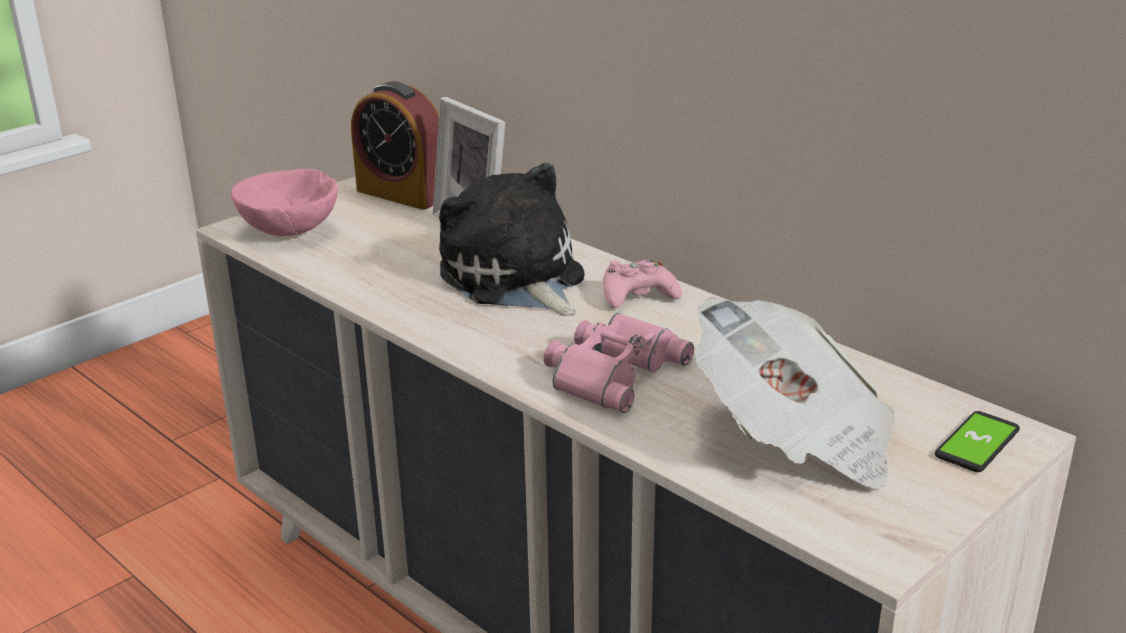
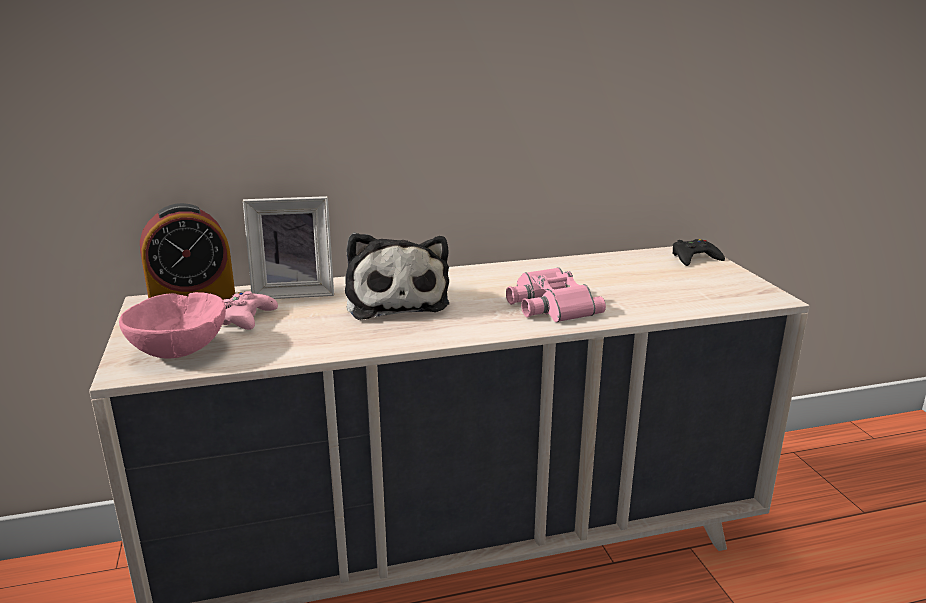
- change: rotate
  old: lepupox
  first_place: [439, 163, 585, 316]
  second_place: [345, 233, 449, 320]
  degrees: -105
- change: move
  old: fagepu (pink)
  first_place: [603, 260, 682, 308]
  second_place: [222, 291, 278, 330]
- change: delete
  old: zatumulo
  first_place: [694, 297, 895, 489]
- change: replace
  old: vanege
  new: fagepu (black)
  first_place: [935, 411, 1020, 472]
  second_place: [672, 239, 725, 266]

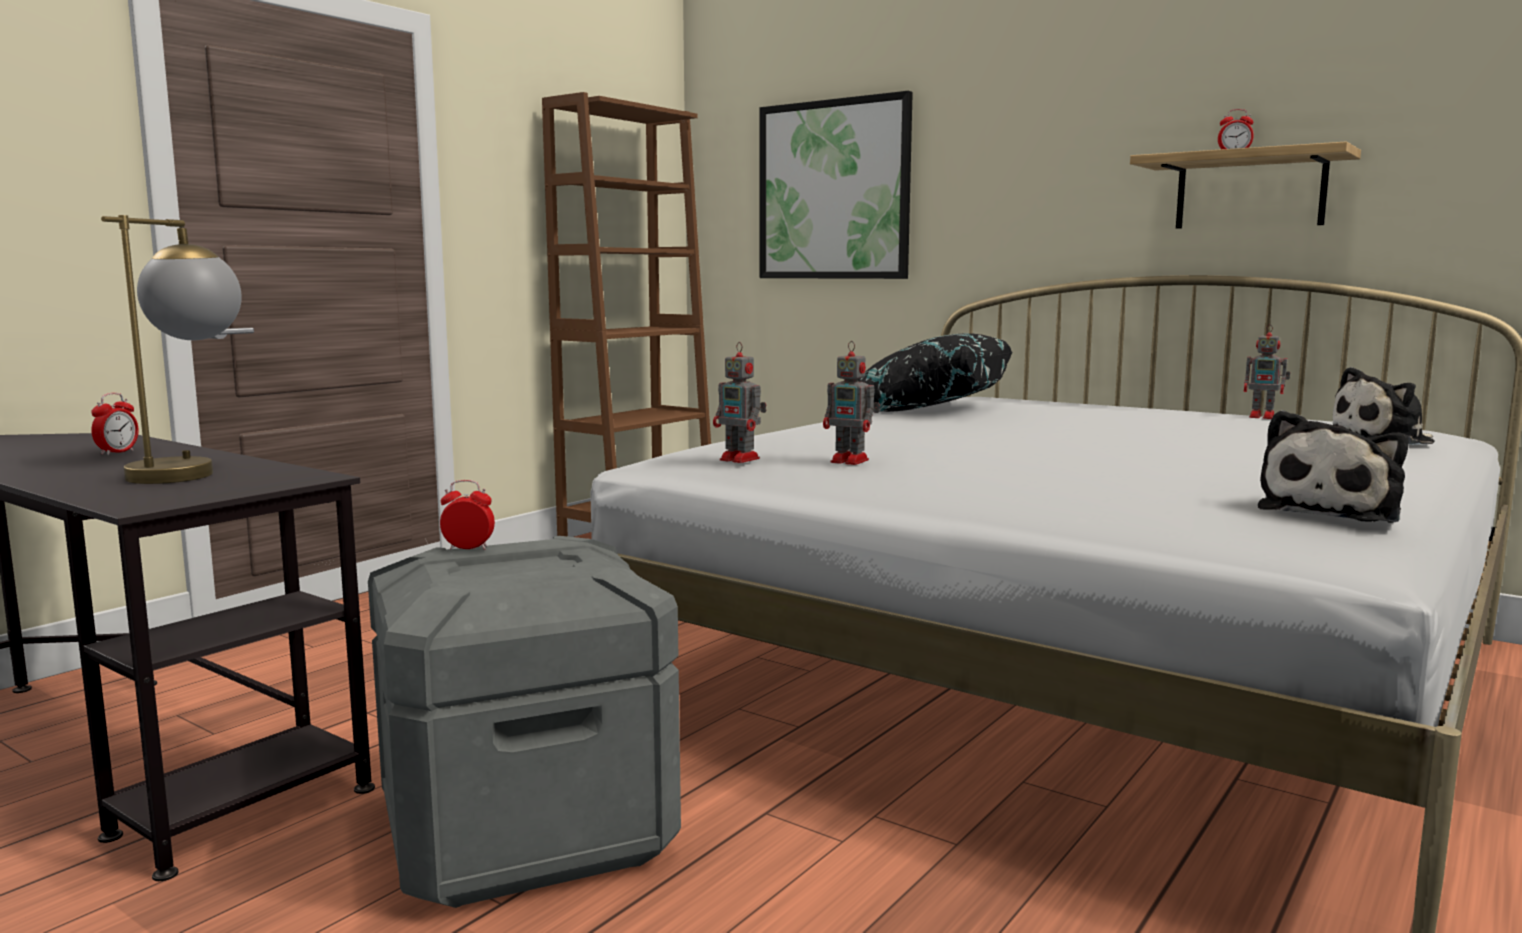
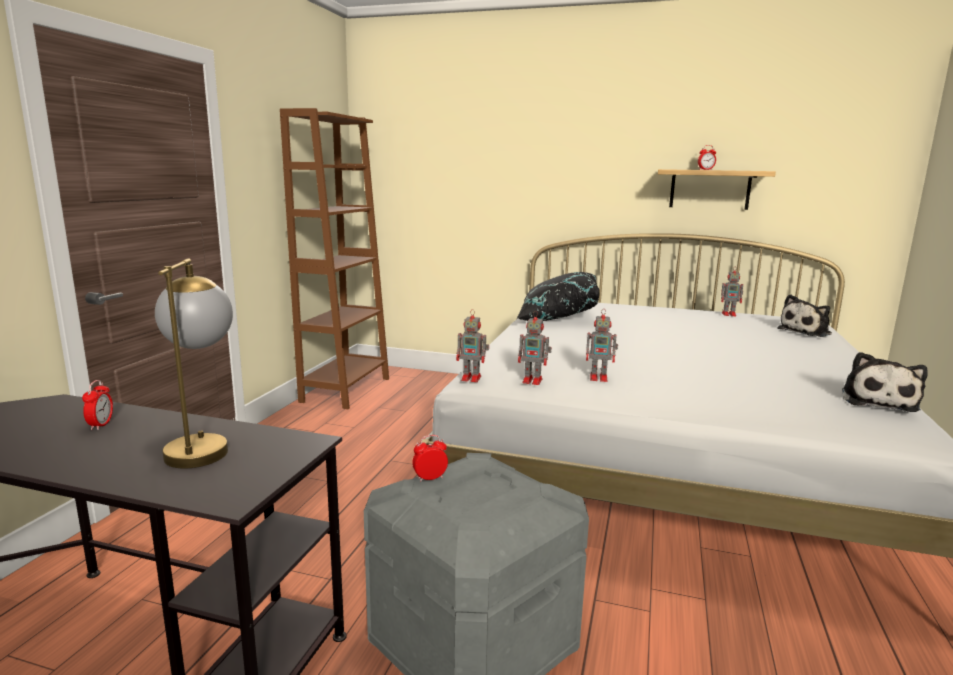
- change: delete
  old: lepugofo
  first_place: [760, 91, 913, 279]
- change: insert
  new: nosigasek
  second_place: [456, 309, 489, 382]

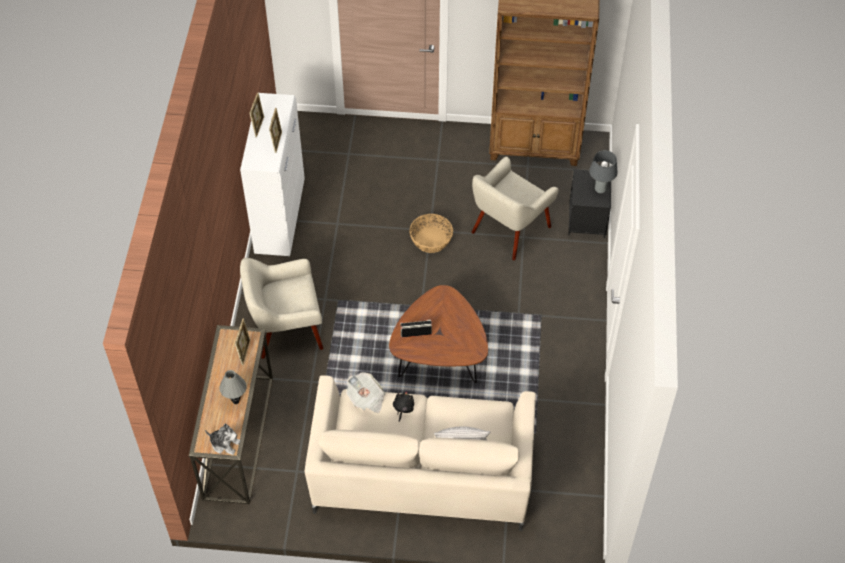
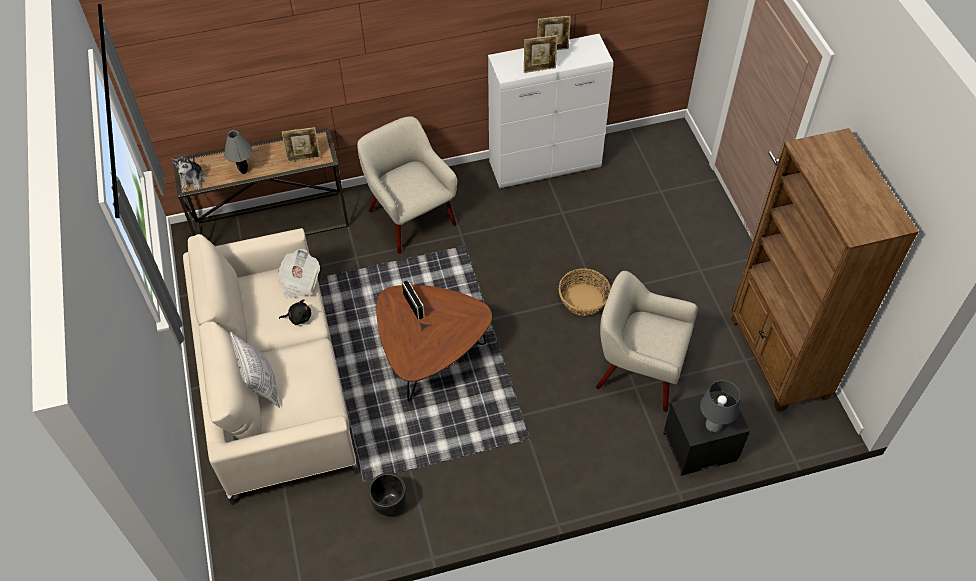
- change: insert
  new: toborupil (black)
  second_place: [368, 473, 406, 516]

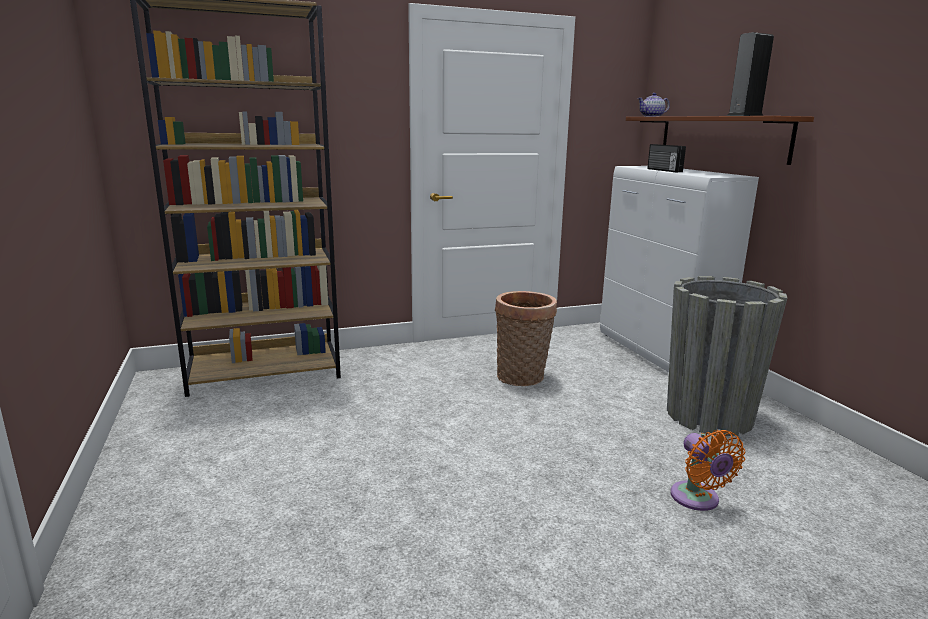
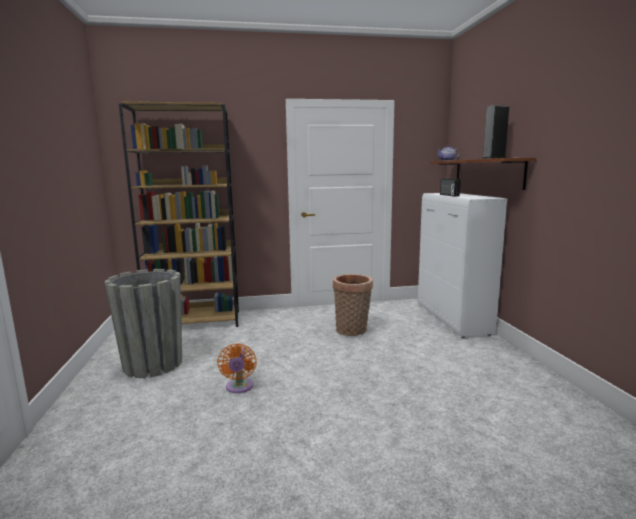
- change: move
  old: toborupil (grey)
  first_place: [667, 276, 787, 436]
  second_place: [105, 269, 182, 378]
- change: move
  old: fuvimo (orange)
  first_place: [670, 430, 745, 511]
  second_place: [217, 344, 257, 393]

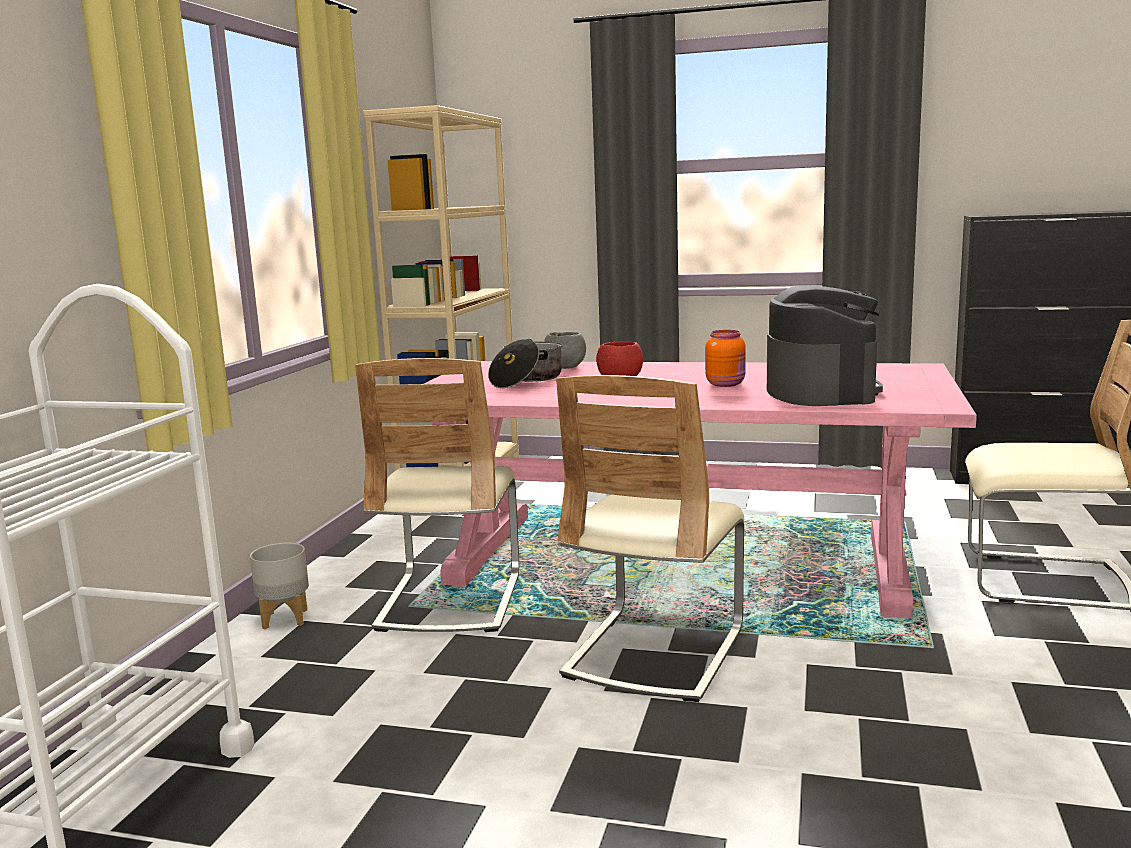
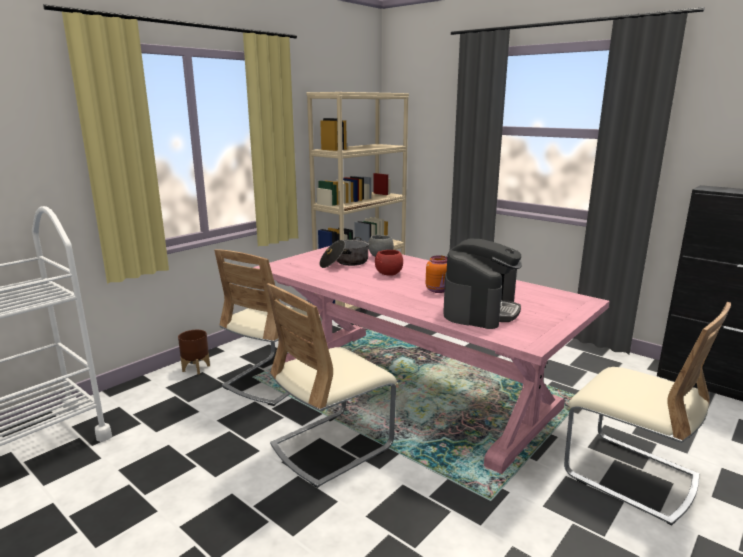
- change: recolor
  old: toborupil (grey)
  new: toborupil (brown)
  first_place: [250, 543, 309, 629]
  second_place: [178, 330, 210, 374]

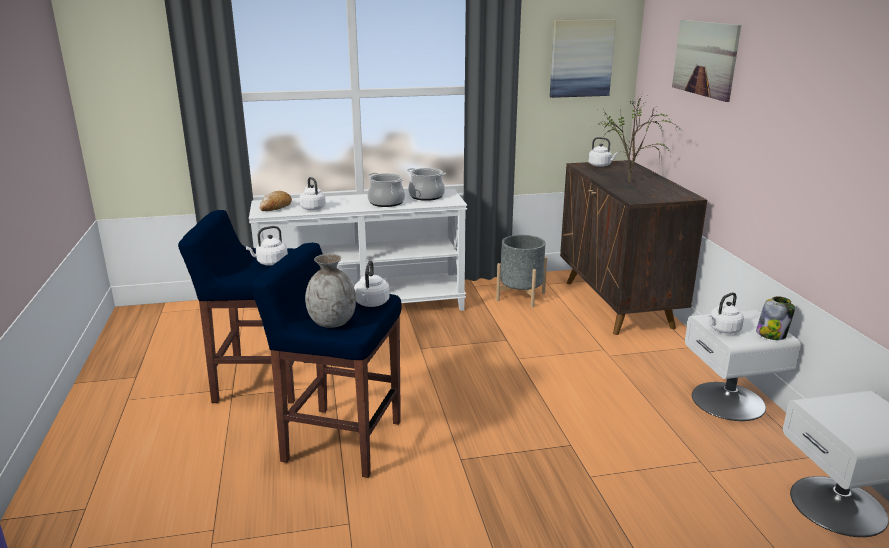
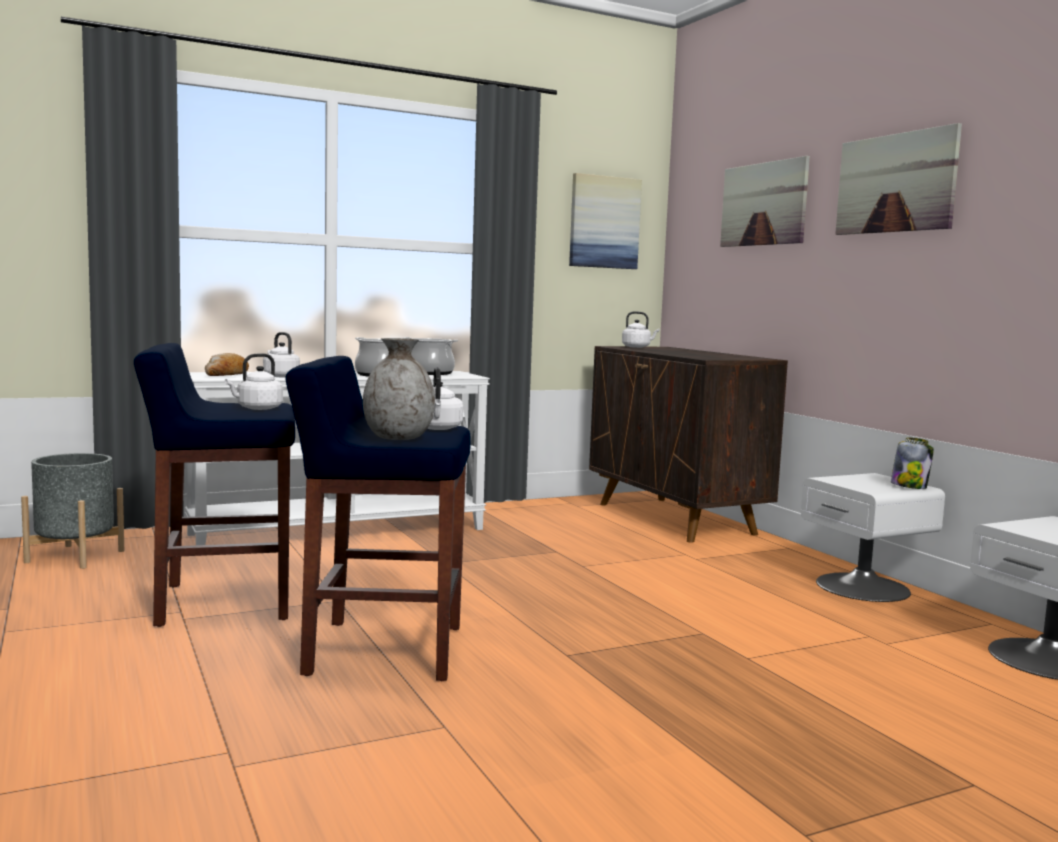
- change: delete
  old: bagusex
  first_place: [596, 95, 681, 182]
- change: move
  old: toborupil (grey)
  first_place: [496, 235, 547, 308]
  second_place: [21, 453, 124, 569]
- change: delete
  old: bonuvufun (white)
  first_place: [709, 292, 744, 334]
- change: insert
  new: lepugofo
  second_place: [835, 123, 962, 235]

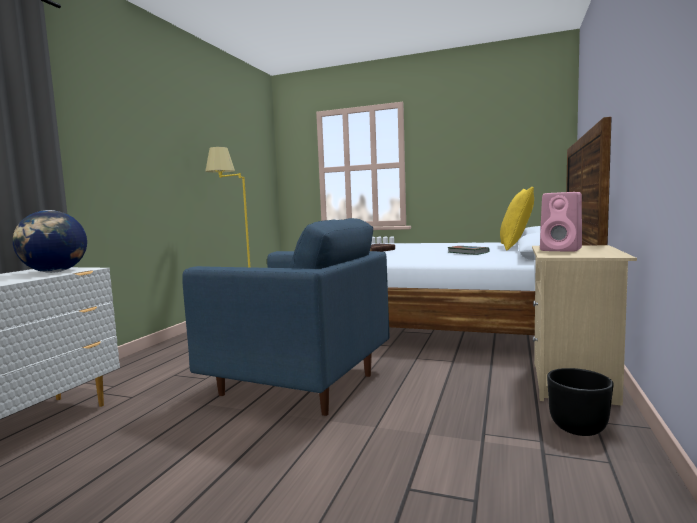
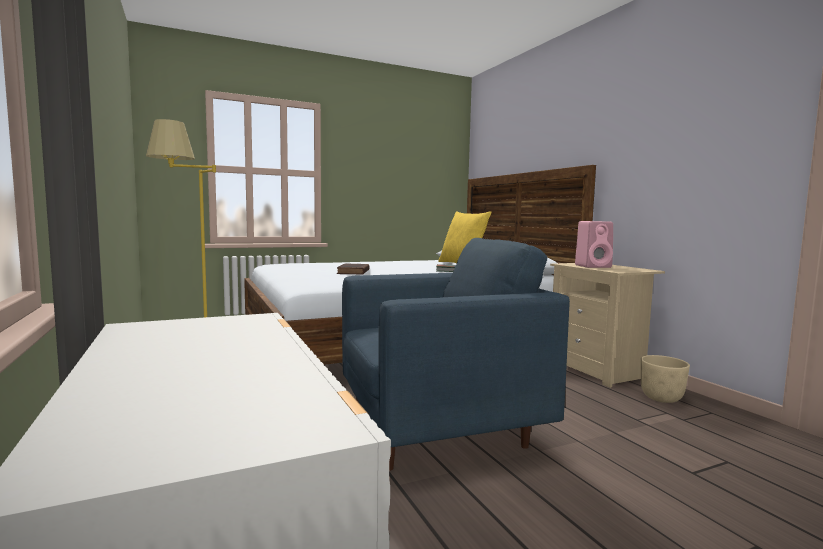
- change: delete
  old: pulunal
  first_place: [13, 210, 87, 273]
- change: recolor
  old: toborupil (black)
  new: toborupil (beige)
  first_place: [547, 368, 614, 436]
  second_place: [641, 355, 690, 403]

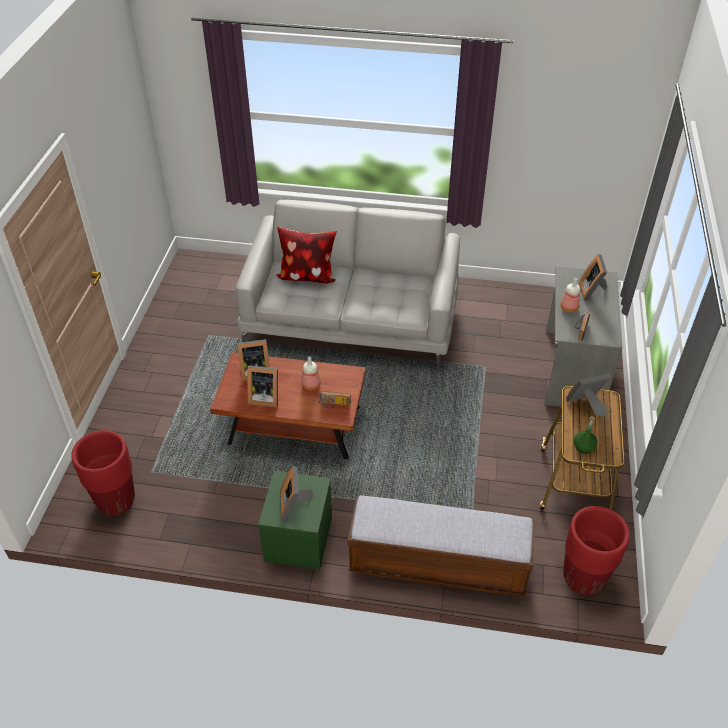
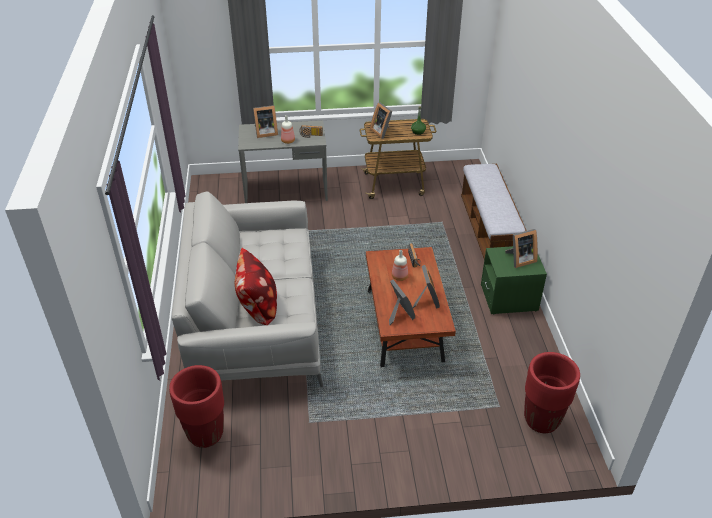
- change: move
  old: toborupil (red)
  first_place: [563, 506, 630, 595]
  second_place: [169, 365, 224, 448]

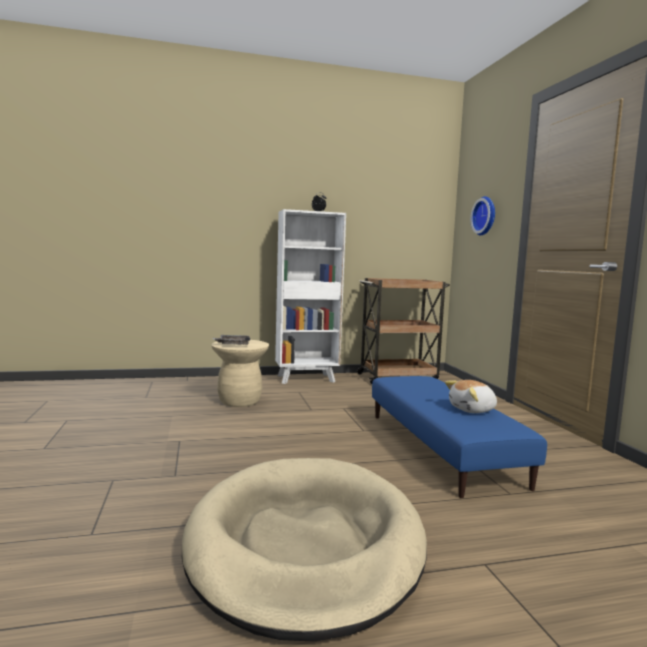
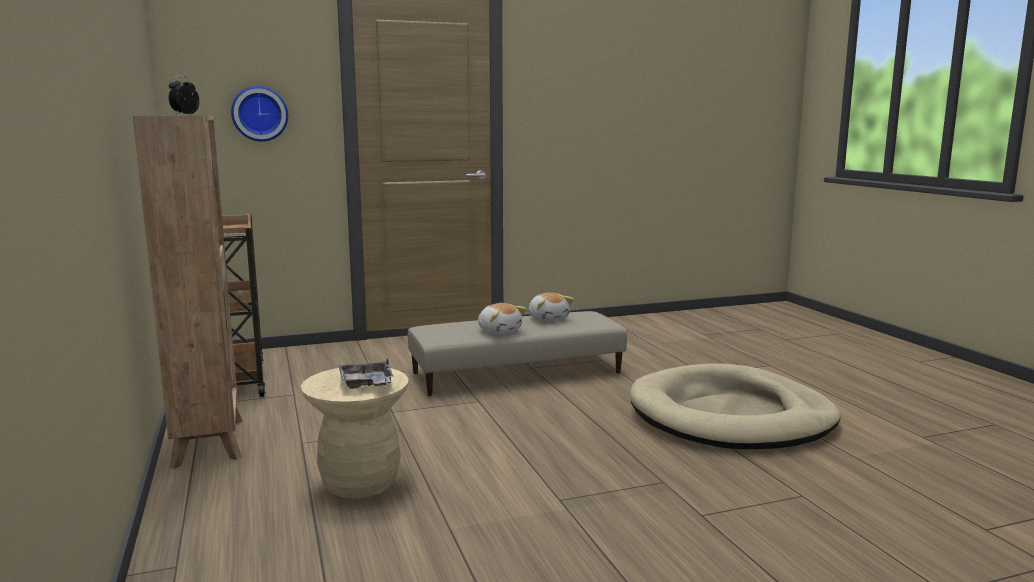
- change: recolor
  old: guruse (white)
  new: guruse (brown)
  first_place: [275, 209, 346, 384]
  second_place: [133, 115, 242, 469]
- change: recolor
  old: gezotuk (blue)
  new: gezotuk (beige)
  first_place: [372, 376, 547, 498]
  second_place: [408, 311, 627, 396]
- change: insert
  new: lepupox
  second_place: [478, 303, 527, 334]

